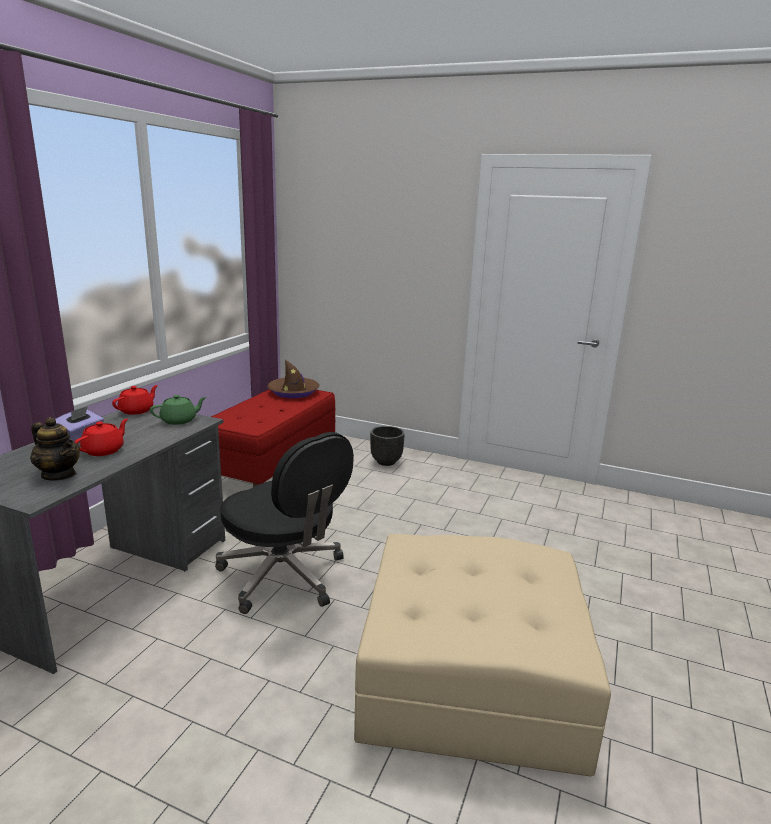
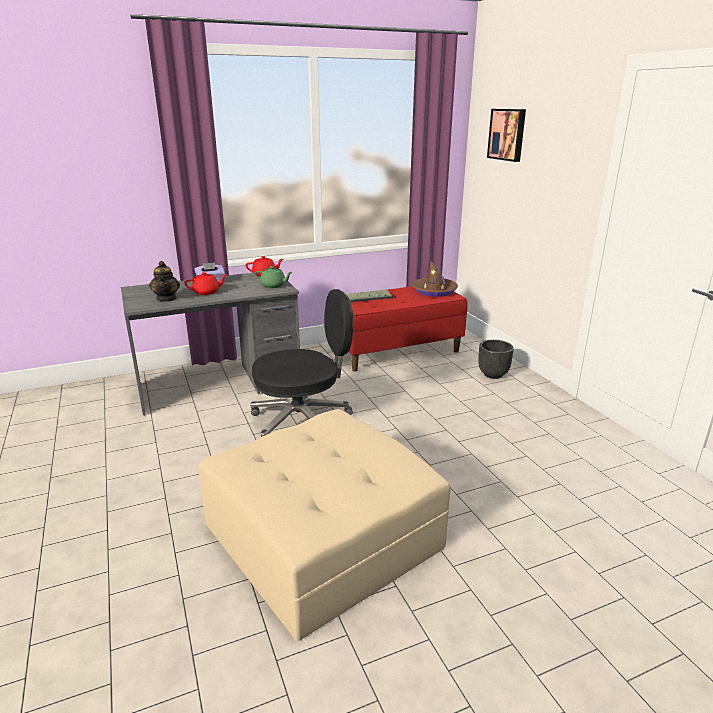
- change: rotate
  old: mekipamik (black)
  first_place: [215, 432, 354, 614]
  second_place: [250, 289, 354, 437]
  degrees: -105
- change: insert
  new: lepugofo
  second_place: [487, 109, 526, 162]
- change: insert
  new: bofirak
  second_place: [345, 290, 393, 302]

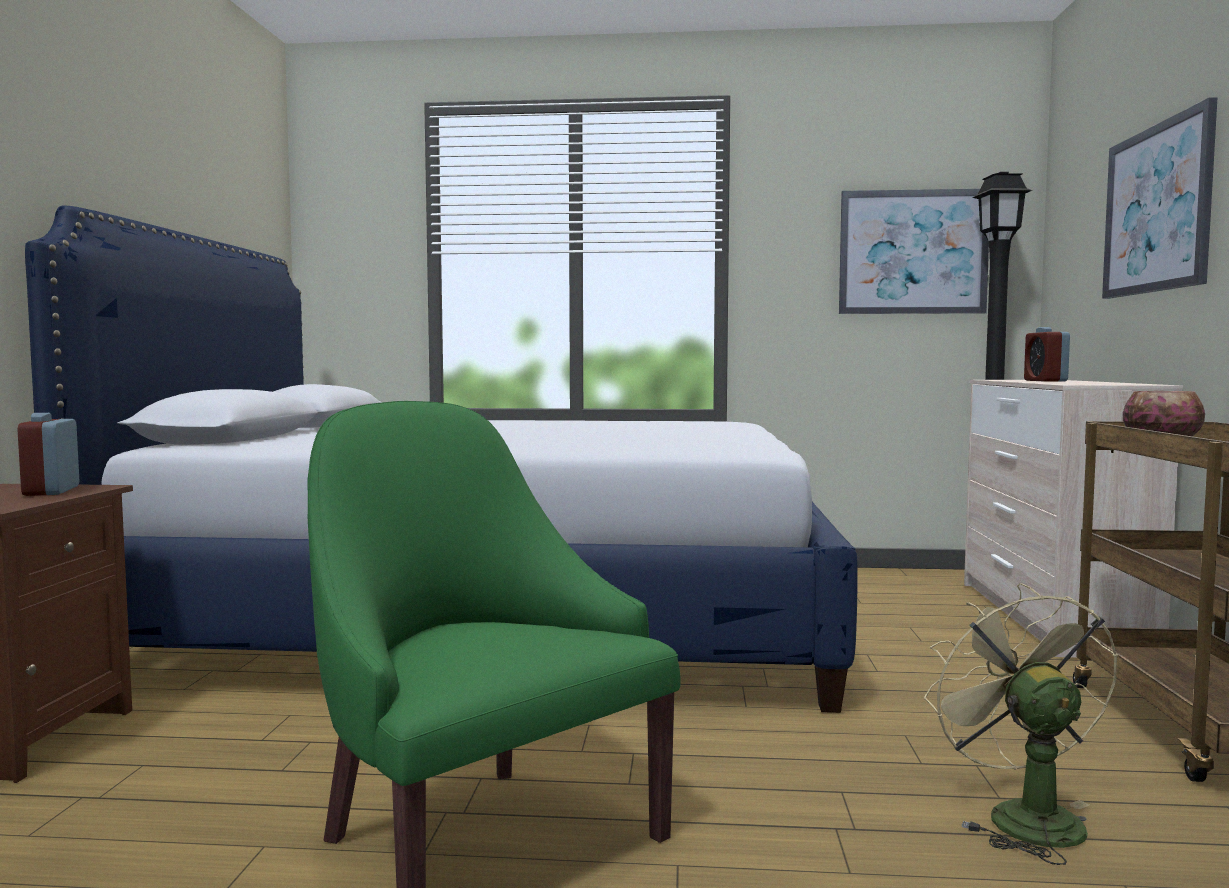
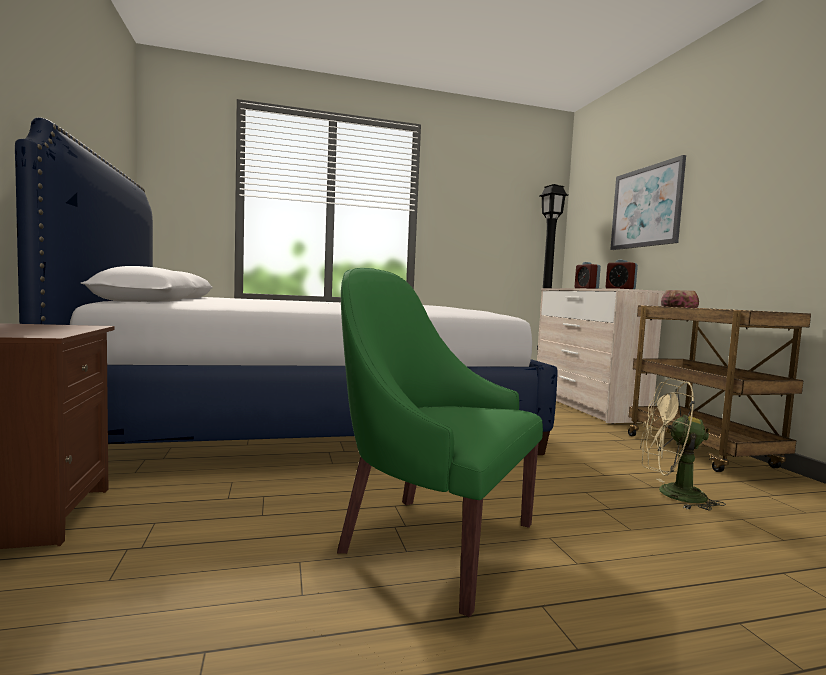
- change: delete
  old: lepugofo
  first_place: [839, 189, 989, 314]
- change: move
  old: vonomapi
  first_place: [17, 413, 79, 496]
  second_place: [606, 260, 638, 289]
- change: rotate
  old: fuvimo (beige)
  first_place: [924, 583, 1118, 865]
  second_place: [640, 378, 726, 511]
  degrees: -45

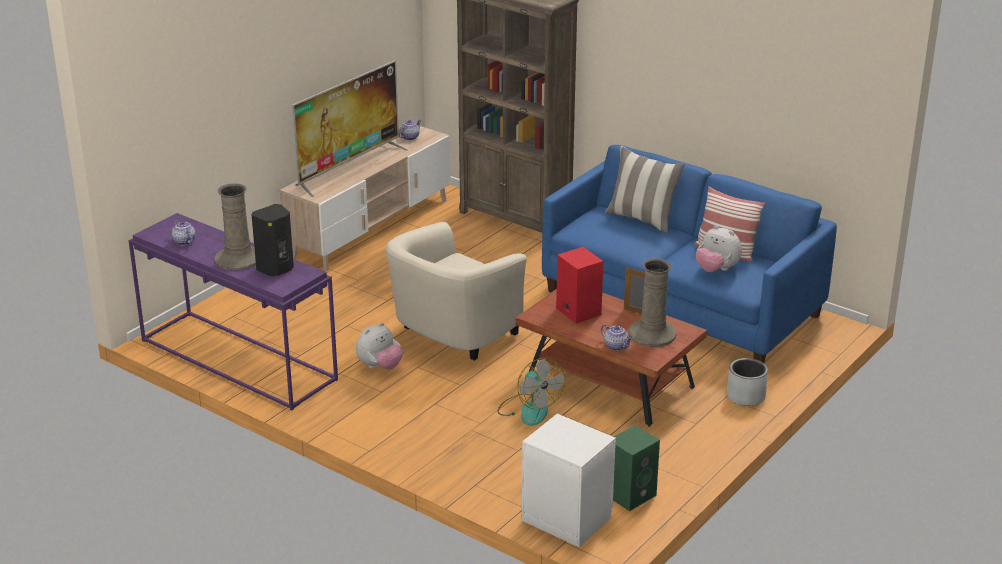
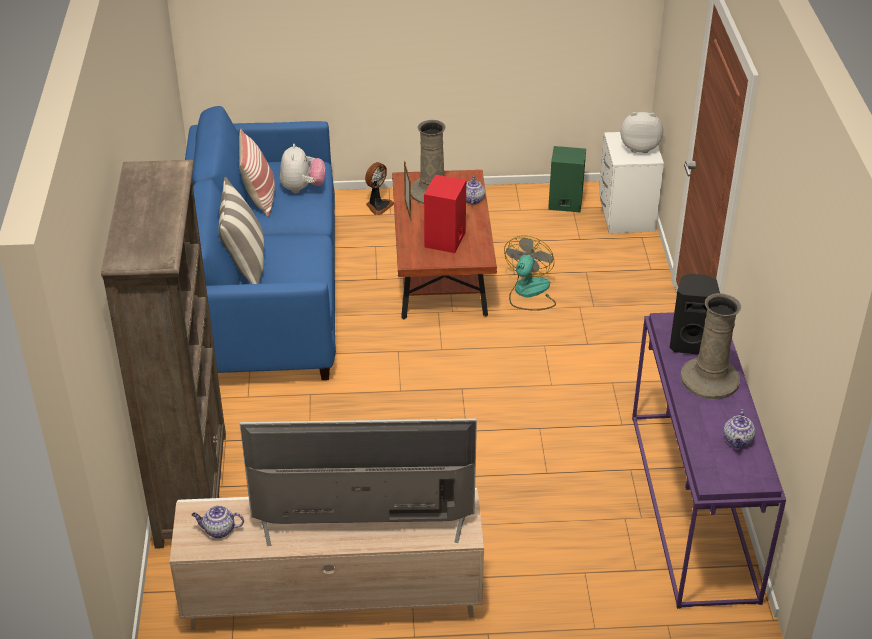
- change: delete
  old: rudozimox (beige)
  first_place: [386, 222, 527, 361]
- change: move
  old: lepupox
  first_place: [356, 322, 403, 370]
  second_place: [620, 112, 663, 153]
- change: replace
  old: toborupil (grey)
  new: fuvimo
  first_place: [727, 358, 768, 406]
  second_place: [365, 162, 394, 215]

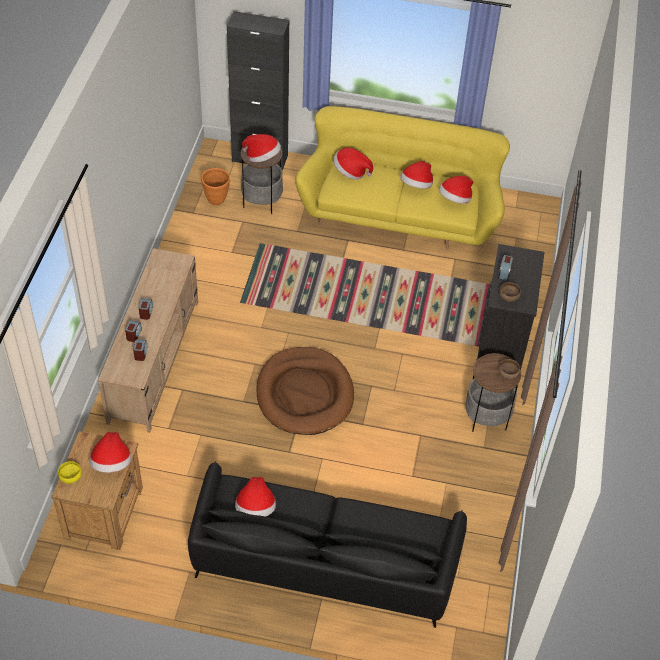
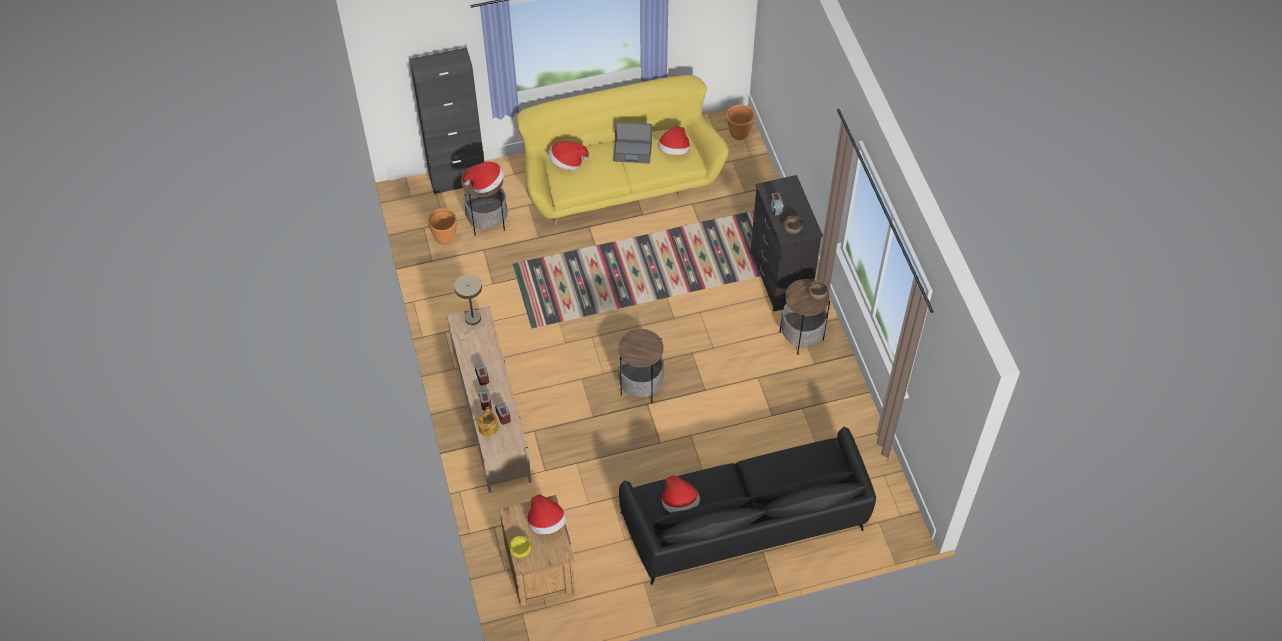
- change: replace
  old: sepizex
  new: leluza
  first_place: [400, 161, 433, 189]
  second_place: [613, 122, 652, 164]
- change: replace
  old: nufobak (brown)
  new: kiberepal
  first_place: [256, 347, 354, 435]
  second_place: [618, 329, 664, 404]
- change: insert
  new: toborupil (orange)
  second_place: [726, 104, 755, 140]
- change: insert
  new: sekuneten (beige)
  second_place: [454, 274, 482, 341]
- change: insert
  new: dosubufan
  second_place: [478, 407, 499, 436]

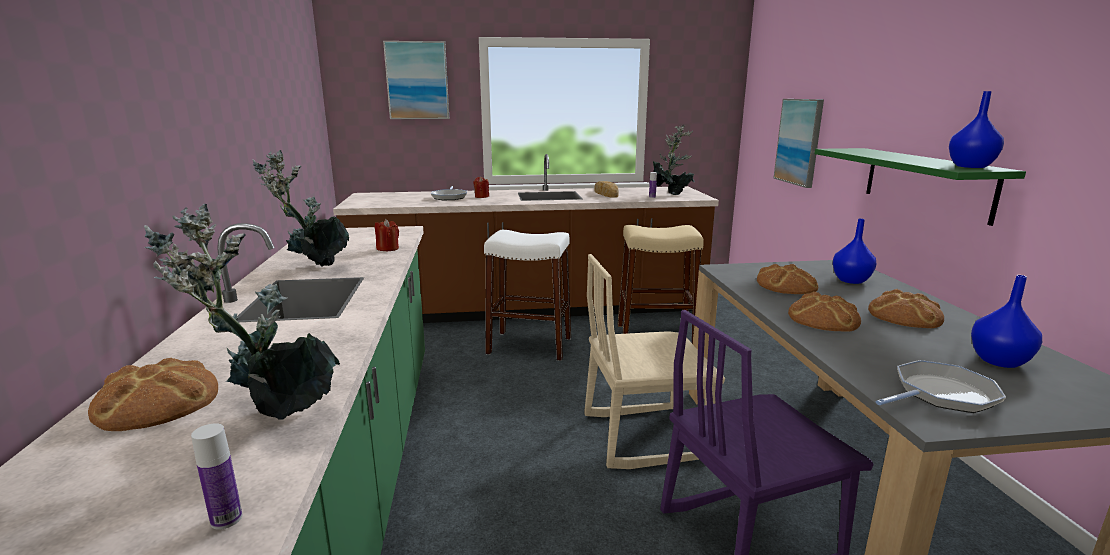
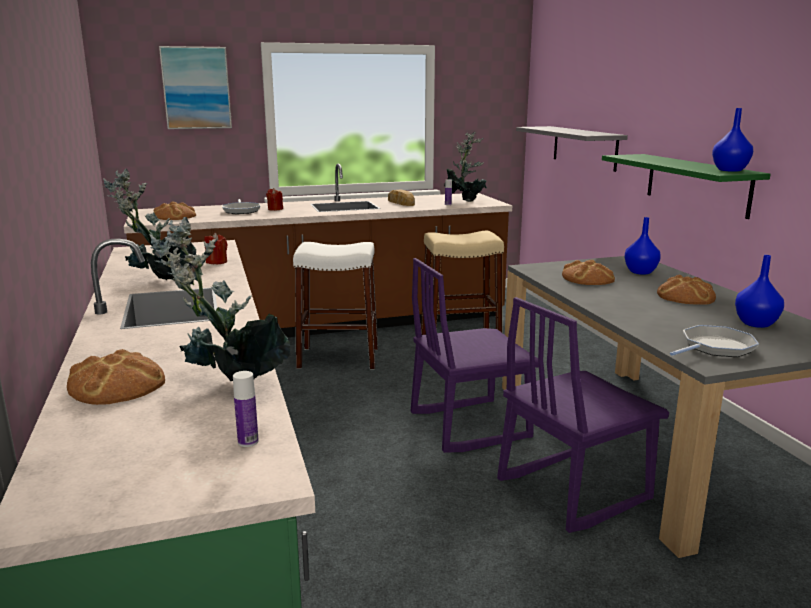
- change: replace
  old: lepugofo
  new: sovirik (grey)
  first_place: [774, 99, 824, 188]
  second_place: [516, 126, 628, 172]
- change: recolor
  old: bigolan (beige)
  new: bigolan (purple)
  first_place: [584, 254, 725, 469]
  second_place: [411, 258, 539, 453]
- change: move
  old: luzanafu
  first_place: [788, 292, 861, 332]
  second_place: [154, 201, 196, 220]

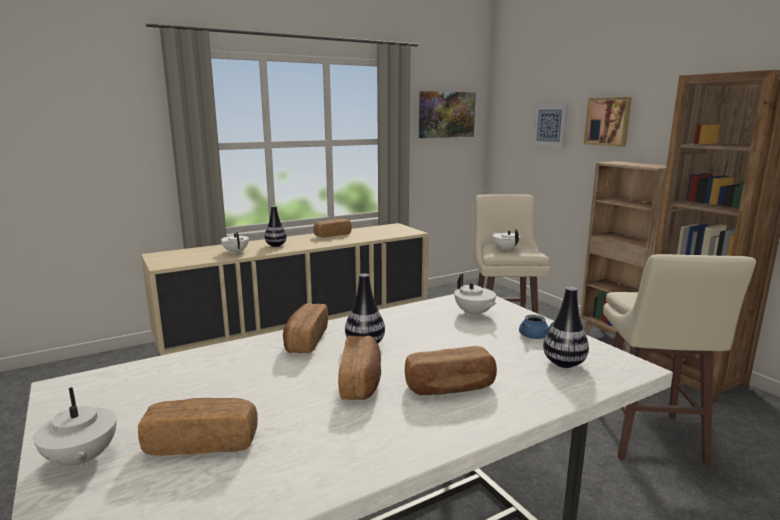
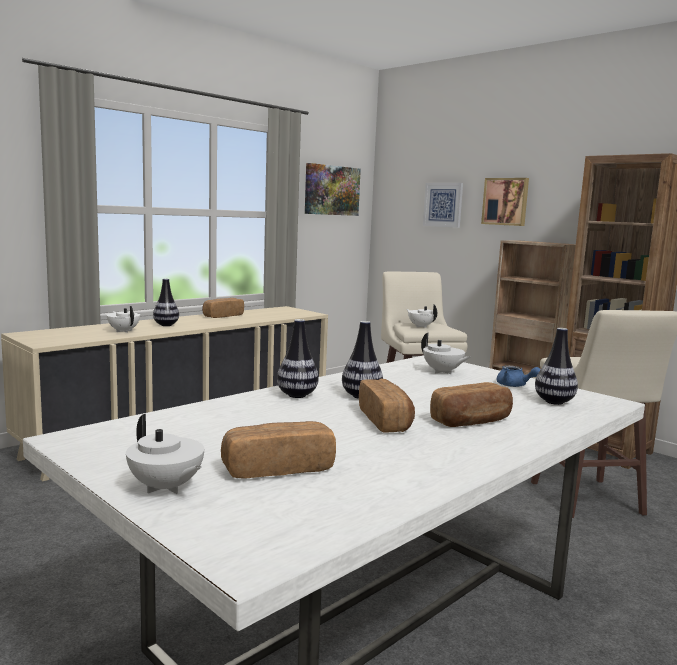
- change: replace
  old: luzanafu
  new: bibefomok
  first_place: [283, 303, 328, 354]
  second_place: [277, 319, 319, 398]

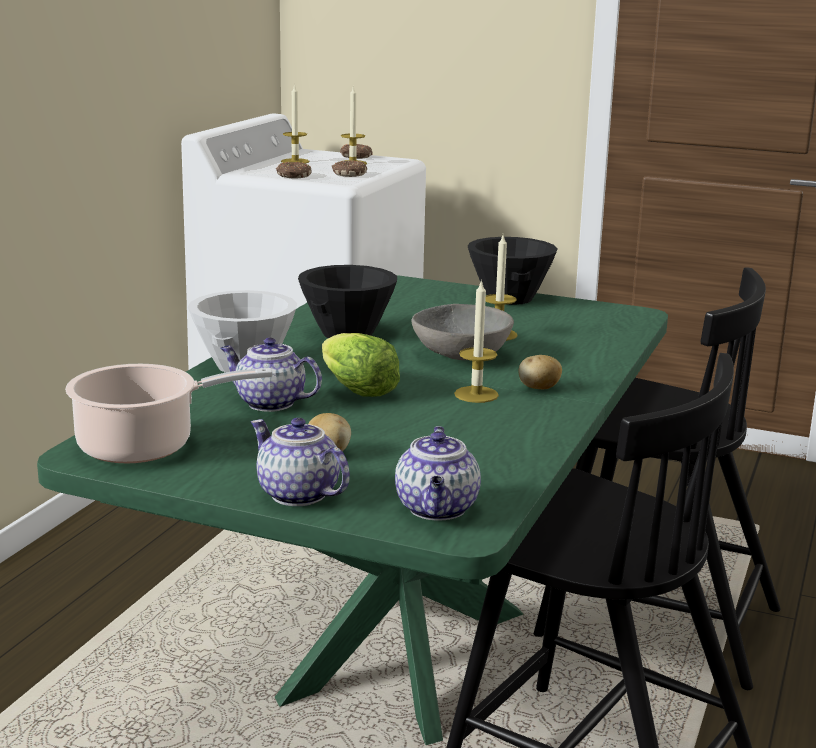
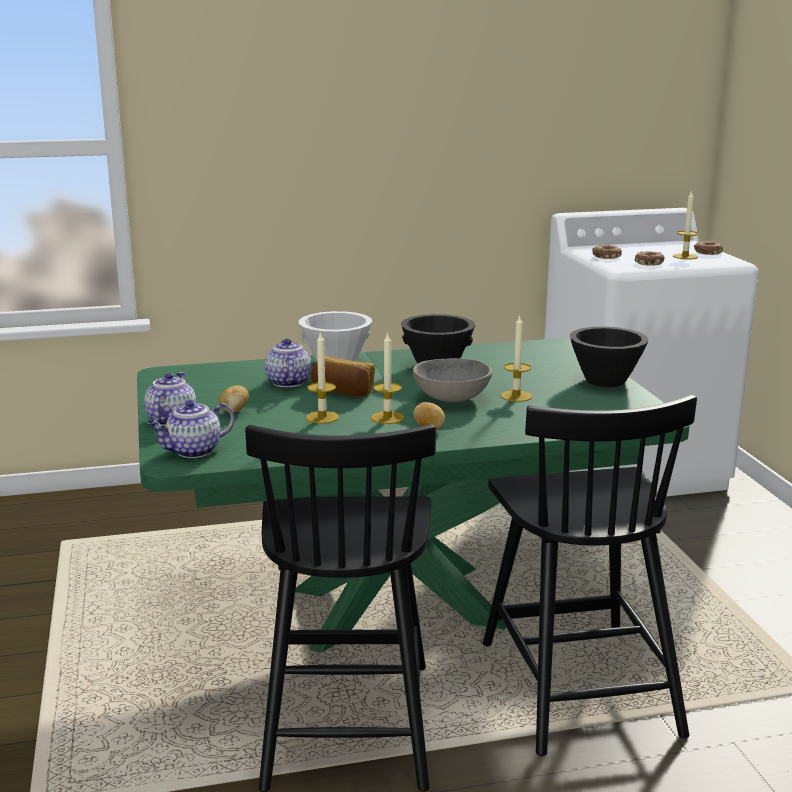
- change: move
  old: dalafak
  first_place: [281, 84, 309, 164]
  second_place: [306, 331, 339, 424]
- change: replace
  old: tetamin
  new: luzanafu
  first_place: [322, 333, 400, 397]
  second_place: [311, 356, 375, 397]
- change: delete
  old: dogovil
  first_place: [65, 364, 272, 463]

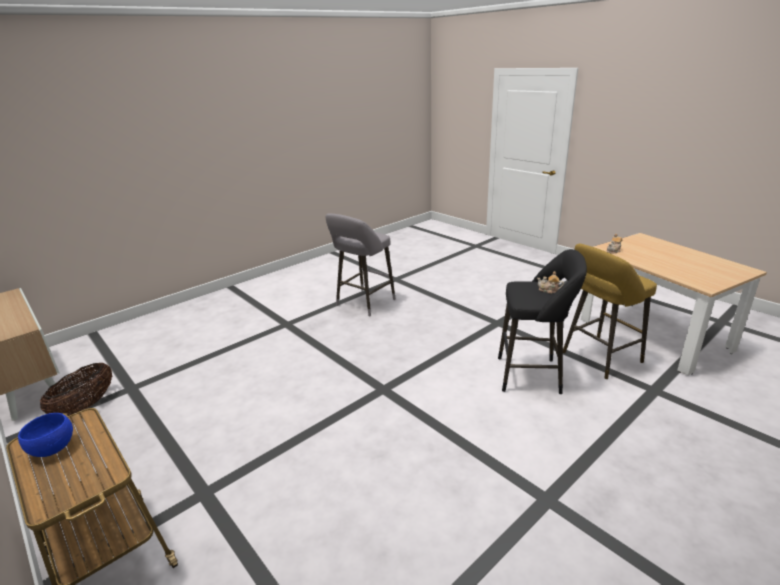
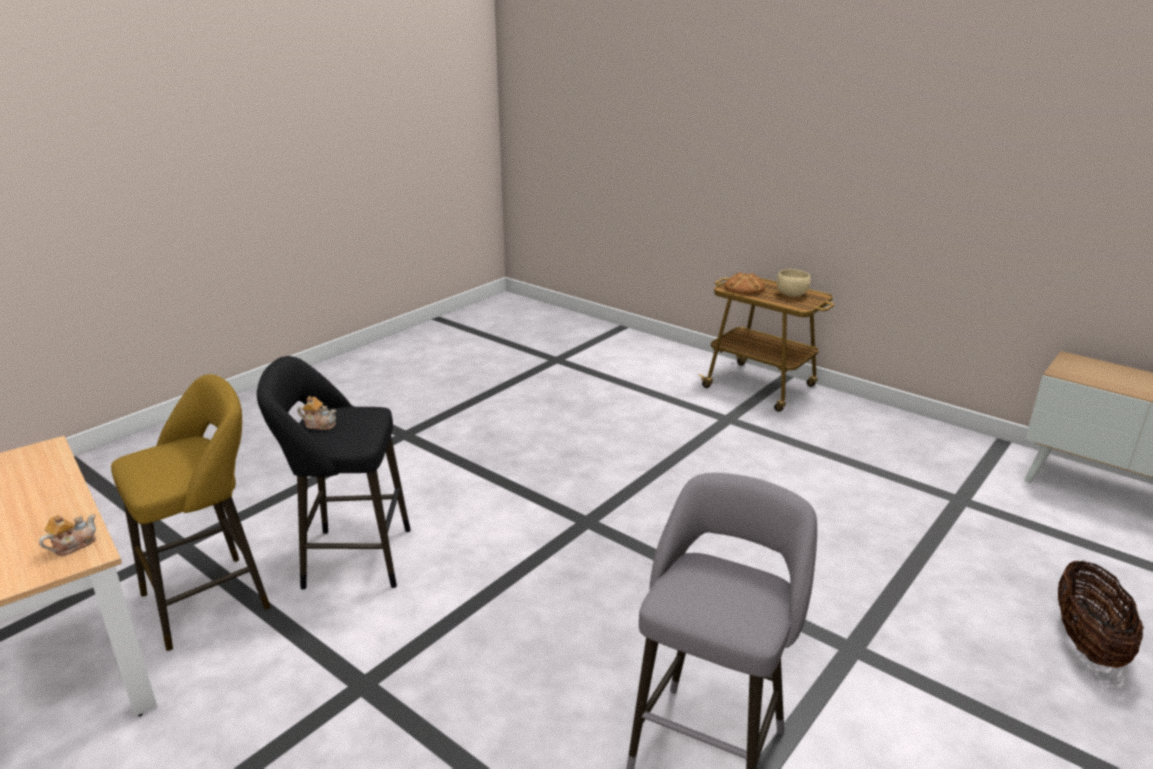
- change: move
  old: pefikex
  first_place: [40, 362, 112, 416]
  second_place: [1058, 561, 1144, 668]
- change: recolor
  old: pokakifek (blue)
  new: pokakifek (beige)
  first_place: [18, 413, 73, 457]
  second_place: [777, 269, 811, 297]
- change: insert
  new: luzanafu
  second_place: [724, 272, 765, 294]

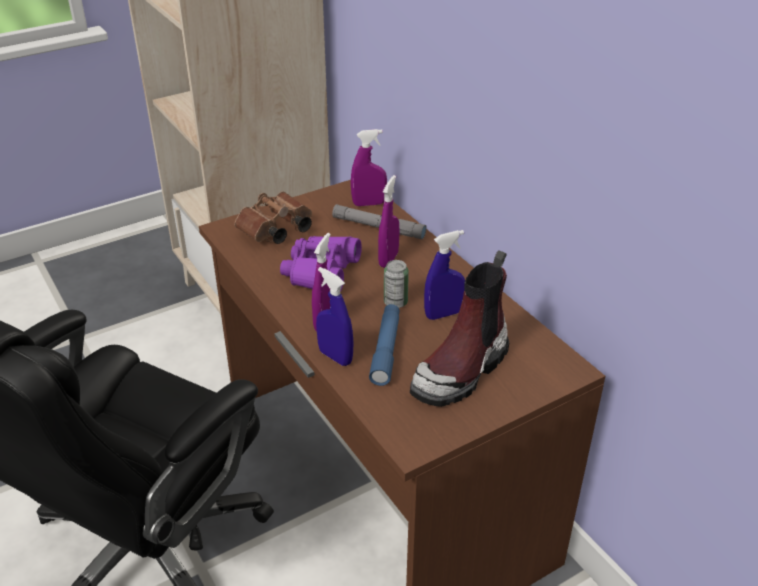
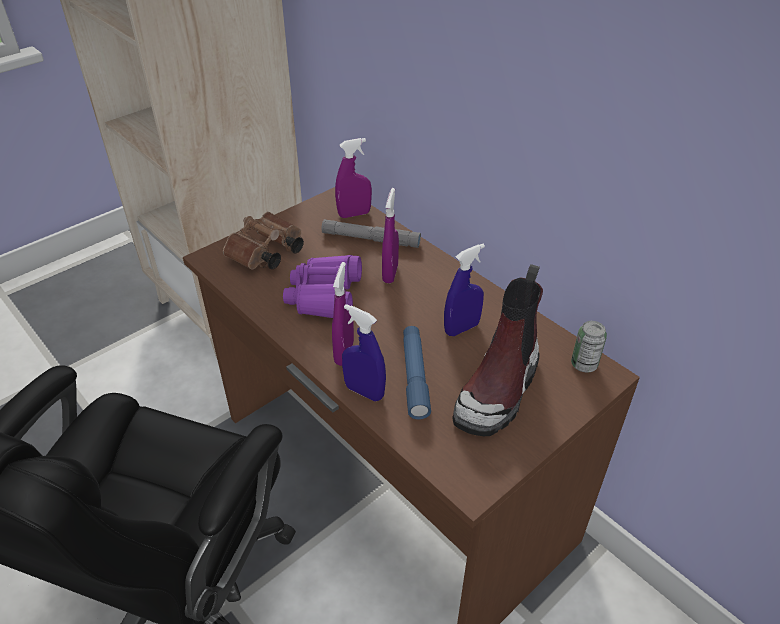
- change: move
  old: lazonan
  first_place: [384, 260, 409, 308]
  second_place: [571, 321, 607, 373]

